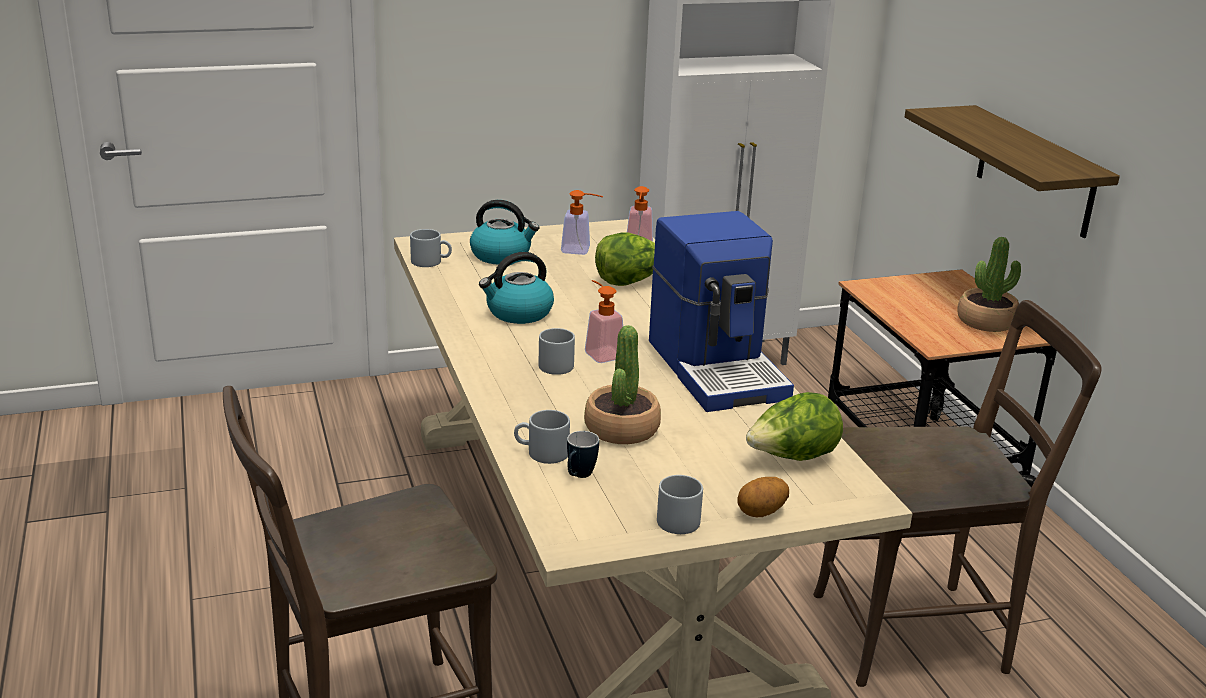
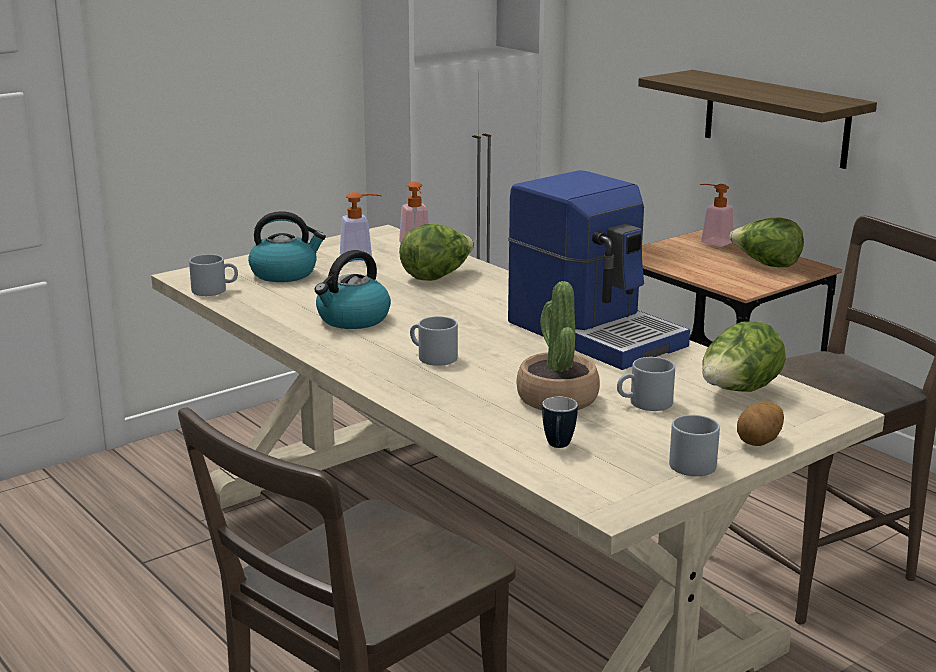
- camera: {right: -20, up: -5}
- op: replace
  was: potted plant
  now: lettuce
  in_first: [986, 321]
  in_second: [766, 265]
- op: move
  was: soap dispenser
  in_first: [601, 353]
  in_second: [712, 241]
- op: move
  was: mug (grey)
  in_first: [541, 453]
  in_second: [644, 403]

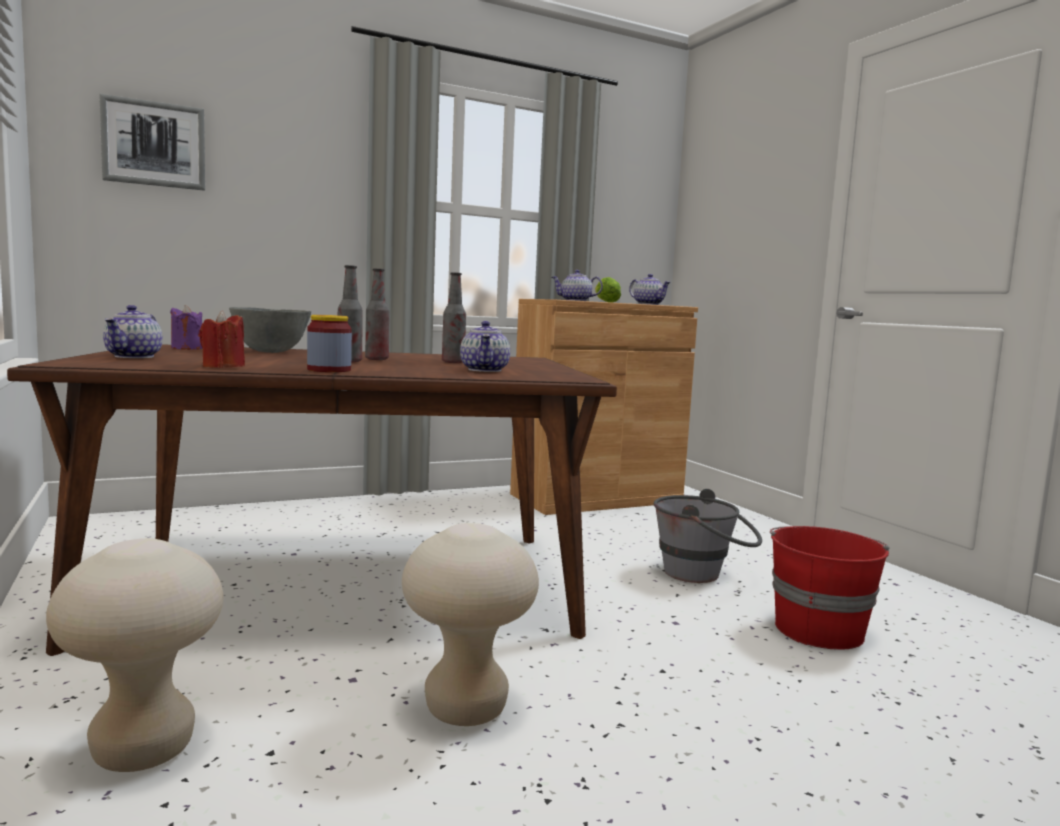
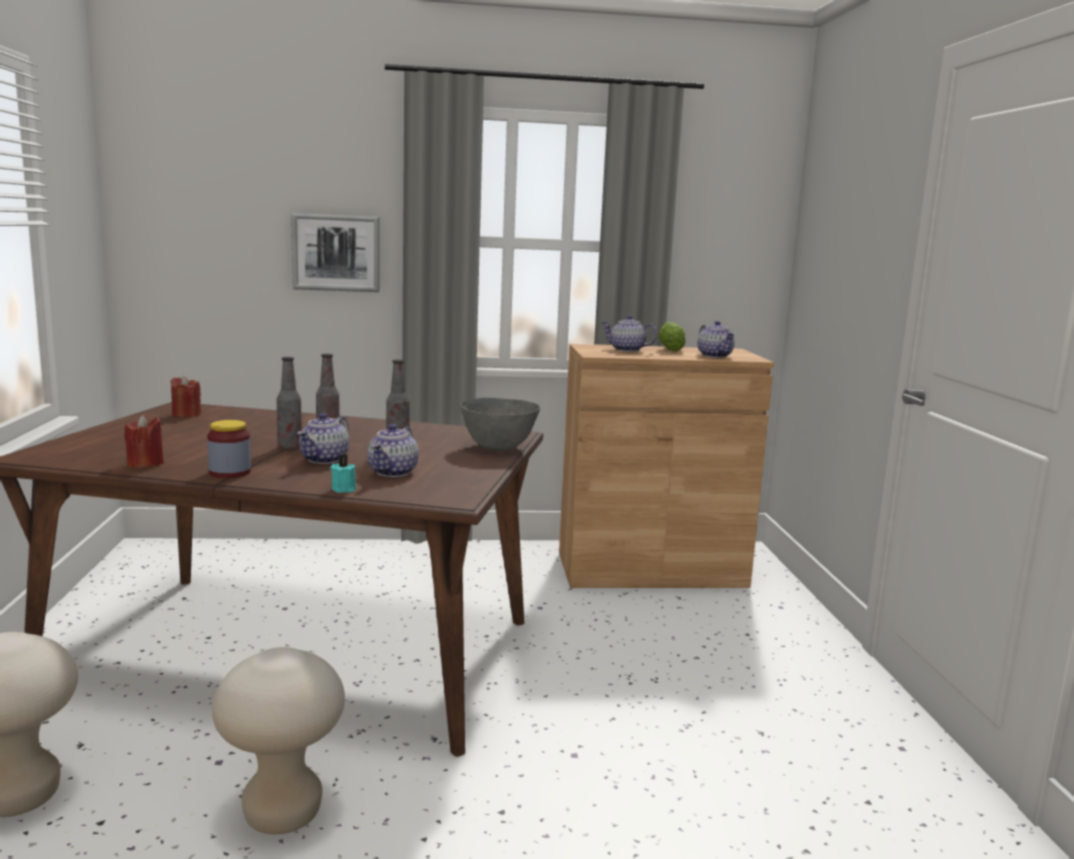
- camera: {right: 20, up: 5}
- op: move
  was: picture
  in_first: [154, 144]
  in_second: [336, 253]
- op: move
  was: teapot
  in_first: [134, 356]
  in_second: [324, 459]
- op: recolor
  was: candle (purple)
  now: candle (red)
  in_first: [187, 348]
  in_second: [186, 414]
- op: move
  was: bowl (grey)
  in_first: [271, 352]
  in_second: [498, 448]
- op: delete
  was: bucket (grey)
  in_first: [703, 575]
- op: delete
  was: bucket (red)
  in_first: [818, 629]
- op: insert
  now: candle (turquoise)
  in_second: [345, 489]

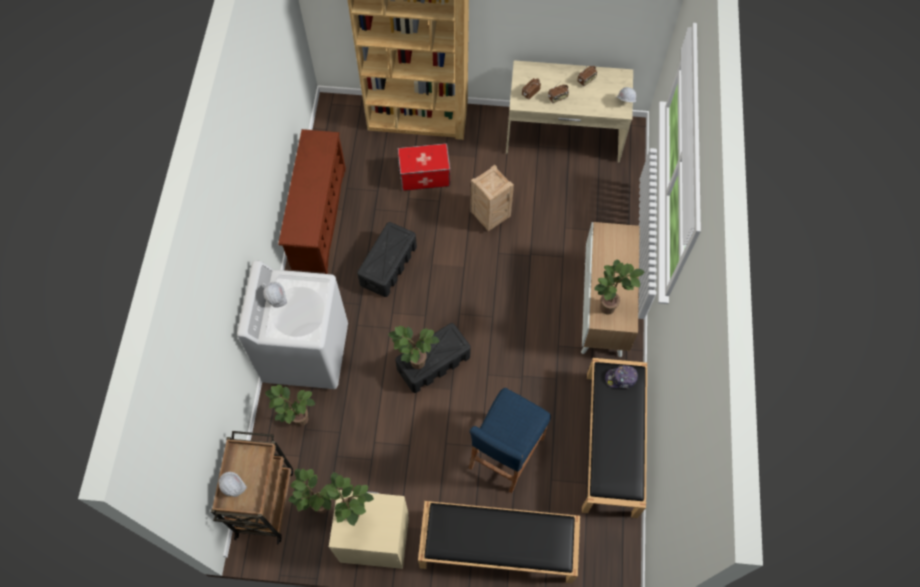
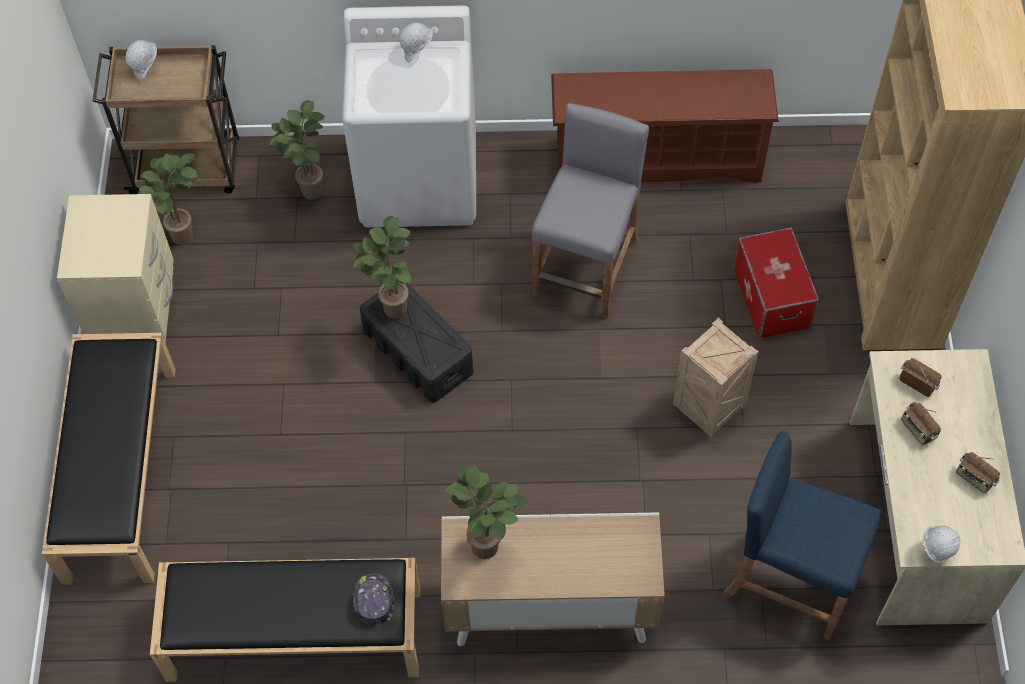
- camera: {right: 85, up: -5}
- op: replace
  was: storage box (black)
  now: stool (grey)
  in_first: [388, 265]
  in_second: [586, 267]
- op: move
  was: stool (blue)
  in_first: [505, 452]
  in_second: [790, 580]
- op: delete
  was: potted plant
  in_first: [355, 513]

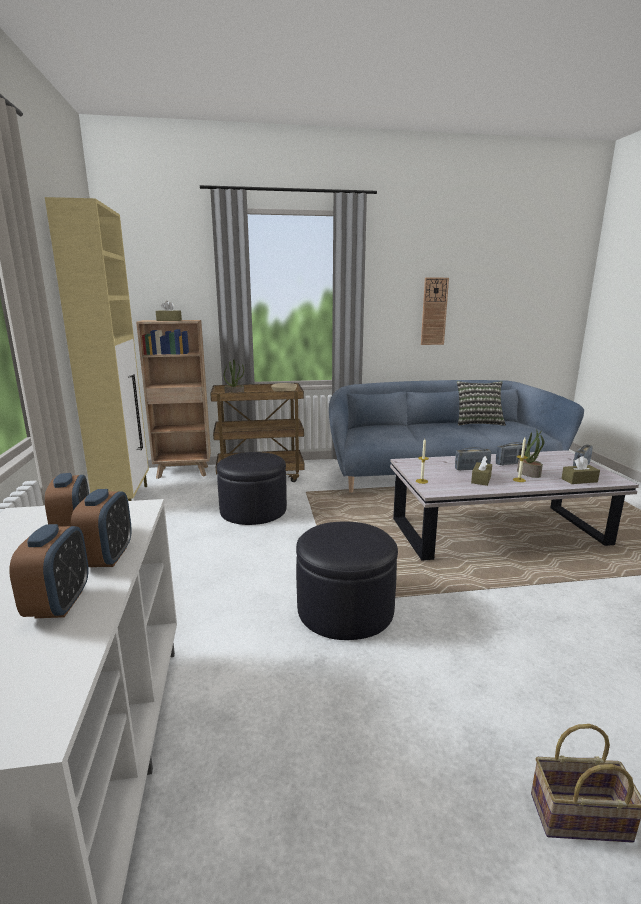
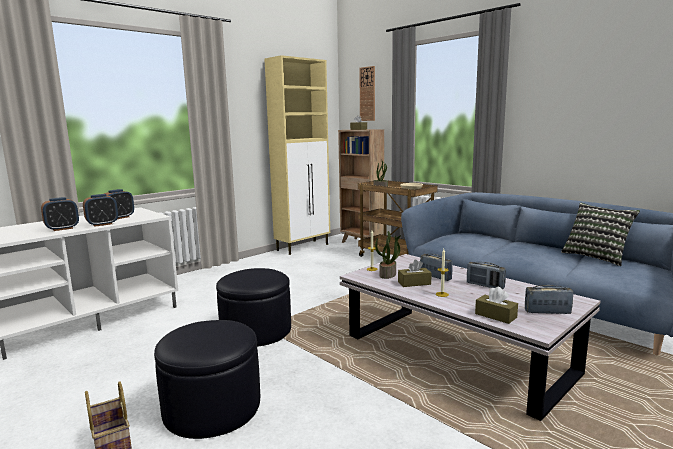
- camera: {right: 55, up: -5}
- op: move
  was: wall clock
  in_first: [434, 311]
  in_second: [367, 94]
- op: move
  was: potted plant
  in_first: [529, 473]
  in_second: [388, 275]
- op: move
  was: ottoman (black)
  in_first: [253, 510]
  in_second: [212, 407]

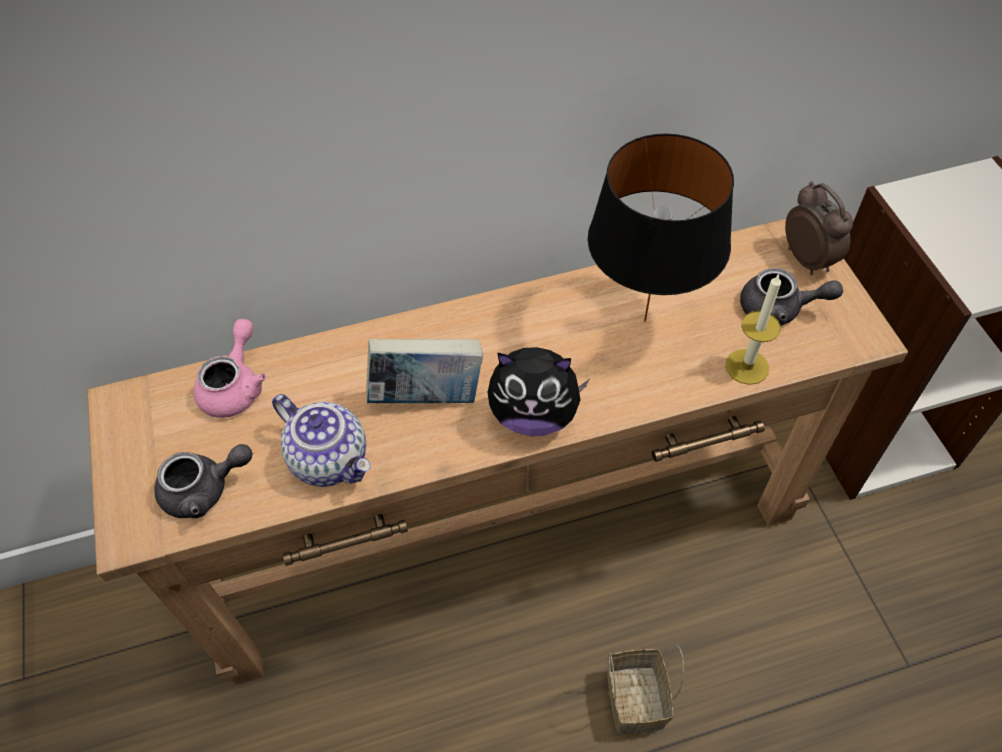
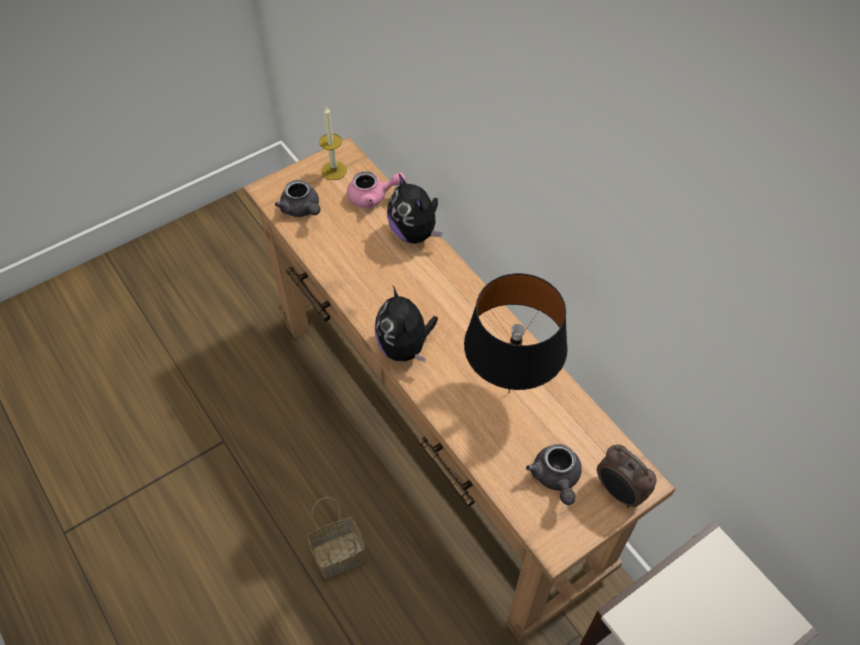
- camera: {right: 70, up: 0}
- op: rotate
  was: alarm clock
  in_first: [808, 259]
  in_second: [619, 492]
  clockwise: 90
- op: move
  was: candle
  in_first: [747, 366]
  in_second: [334, 170]
- op: delete
  was: book
  in_first: [427, 397]
- op: delete
  was: teapot
  in_first: [331, 459]
- op: insert
  now: plush toy
  in_second: [415, 233]

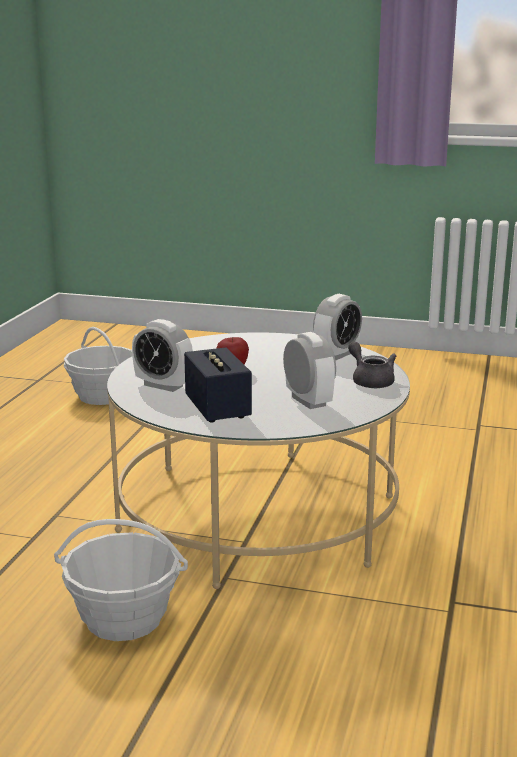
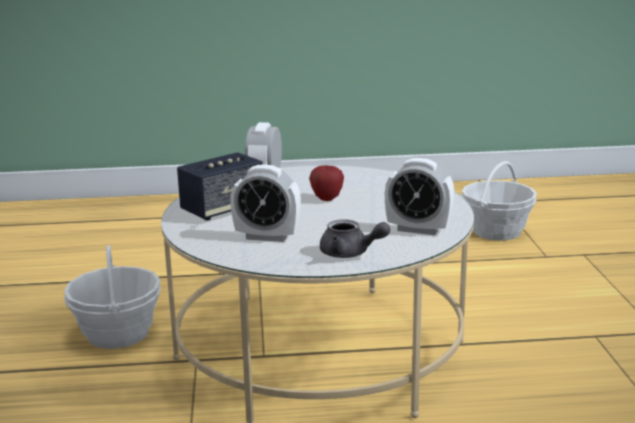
- camera: {right: 70, up: 0}
- op: rotate
  was: alarm clock
  in_first: [308, 401]
  in_second: [267, 237]
  clockwise: 60
- op: rotate
  was: teapot (grey)
  in_first: [370, 381]
  in_second: [350, 254]
  clockwise: 75

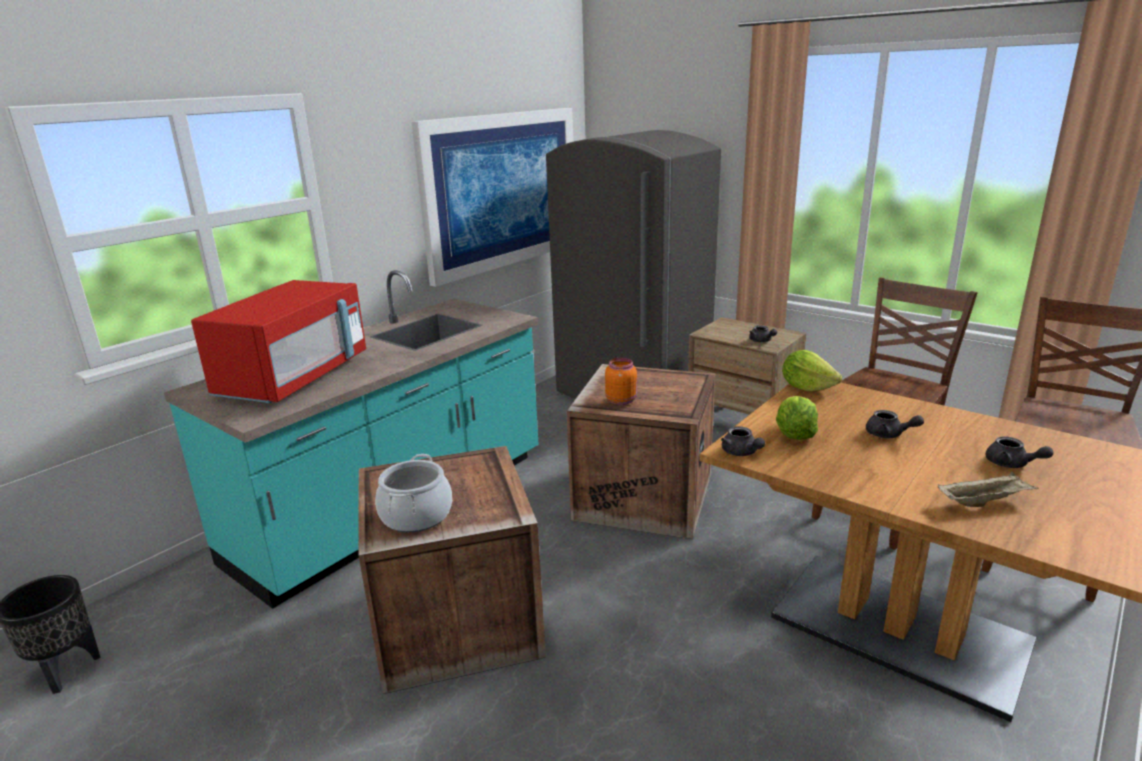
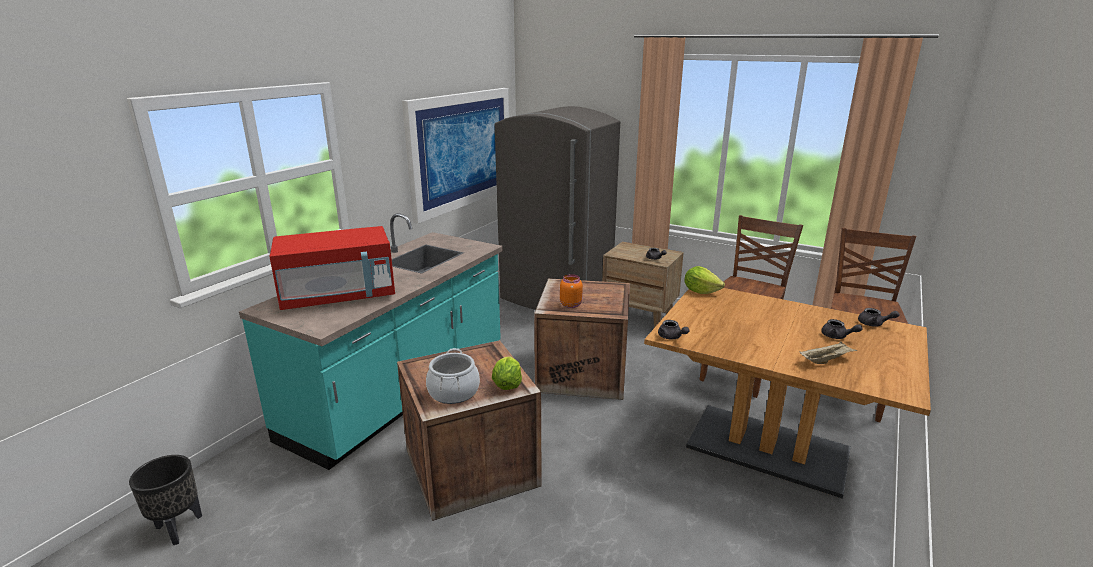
- camera: {right: -10, up: 0}
- op: rotate
  was: microwave (red)
  in_first: [295, 378]
  in_second: [339, 297]
  clockwise: 60
- op: move
  was: lettuce
  in_first: [794, 435]
  in_second: [507, 385]
- op: move
  was: teapot (grey)
  in_first: [889, 435]
  in_second: [874, 324]

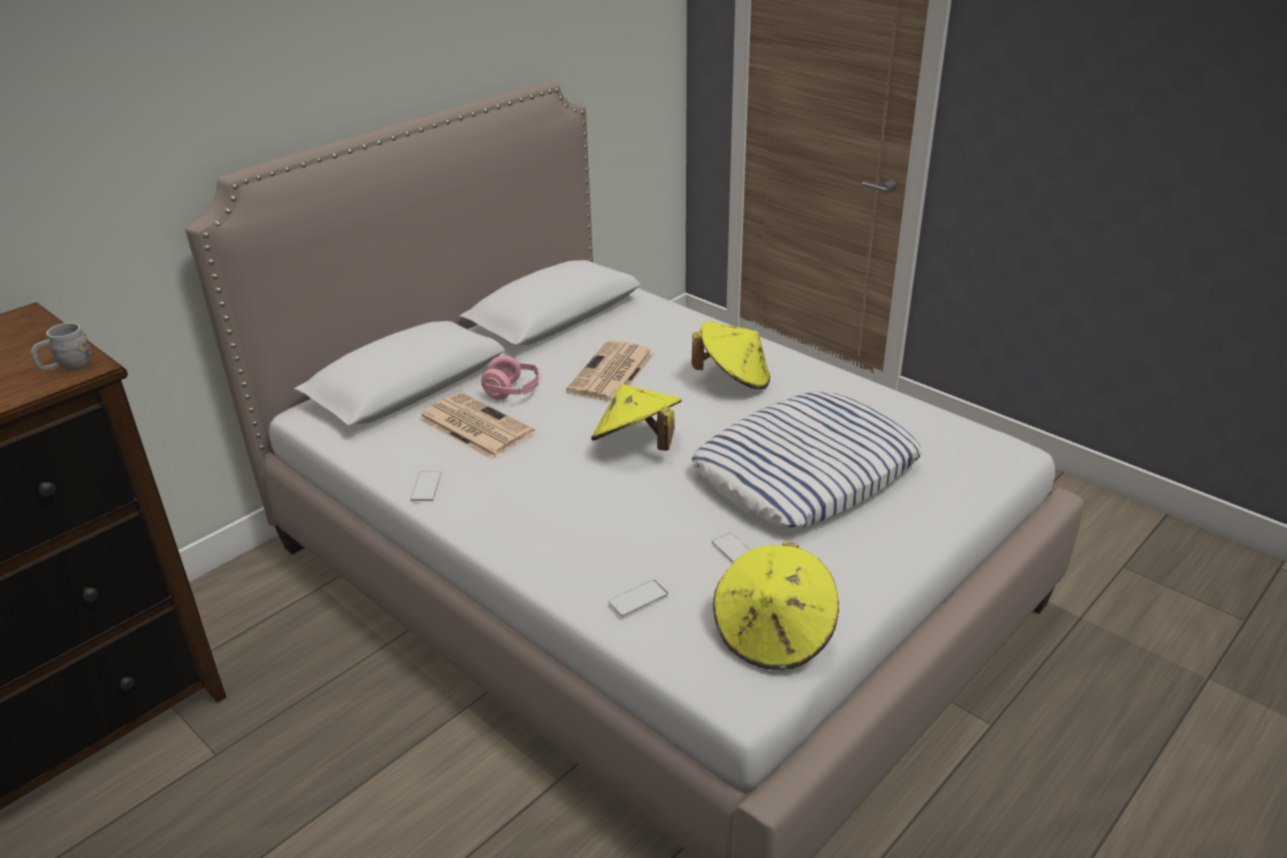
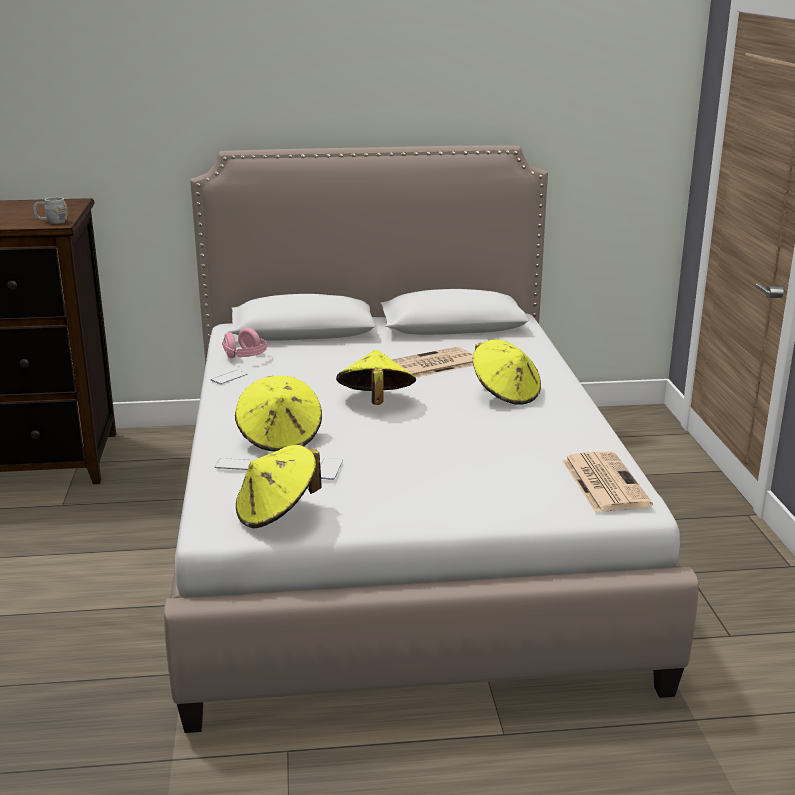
- camera: {right: 40, up: -10}
- op: move
  was: headphones (pink)
  in_first: [513, 392]
  in_second: [245, 357]
- op: delete
  was: pillow
  in_first: [805, 471]
- op: move
  was: newspaper
  in_first: [473, 426]
  in_second: [603, 482]
- op: insert
  now: hat (yellow)
  in_second: [280, 437]

